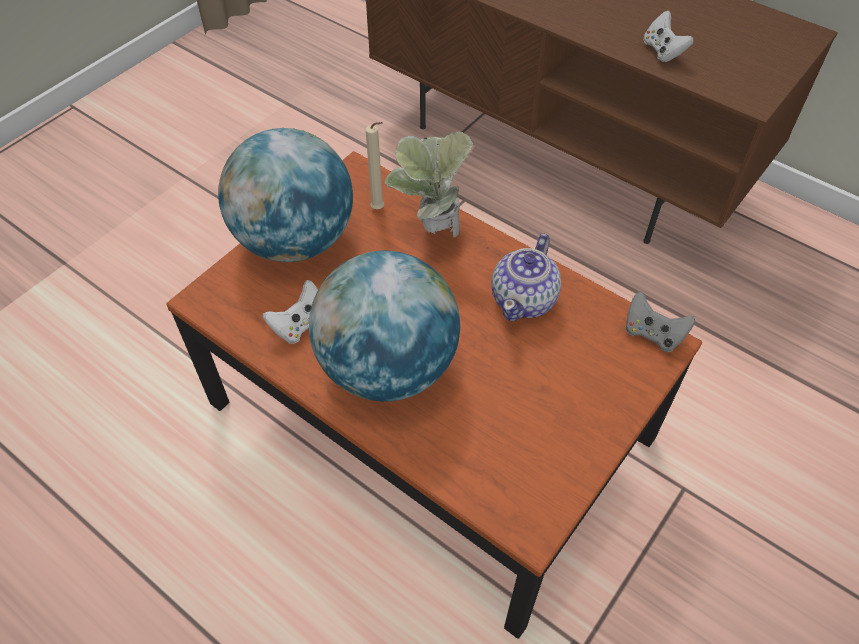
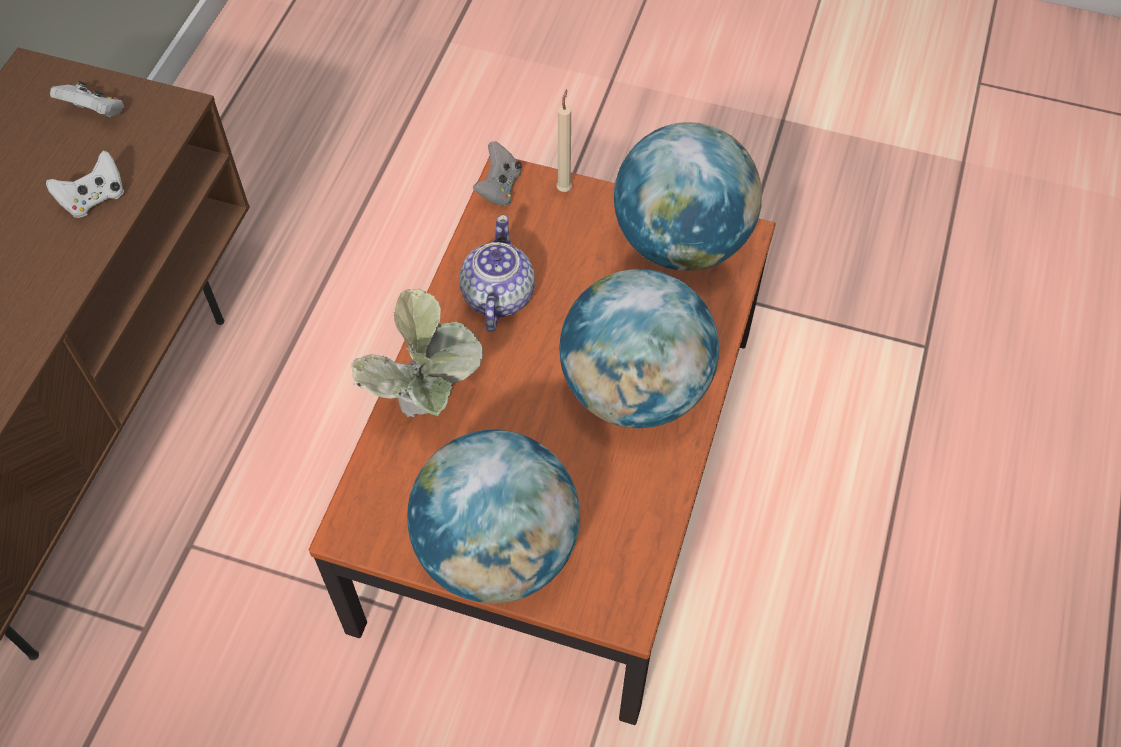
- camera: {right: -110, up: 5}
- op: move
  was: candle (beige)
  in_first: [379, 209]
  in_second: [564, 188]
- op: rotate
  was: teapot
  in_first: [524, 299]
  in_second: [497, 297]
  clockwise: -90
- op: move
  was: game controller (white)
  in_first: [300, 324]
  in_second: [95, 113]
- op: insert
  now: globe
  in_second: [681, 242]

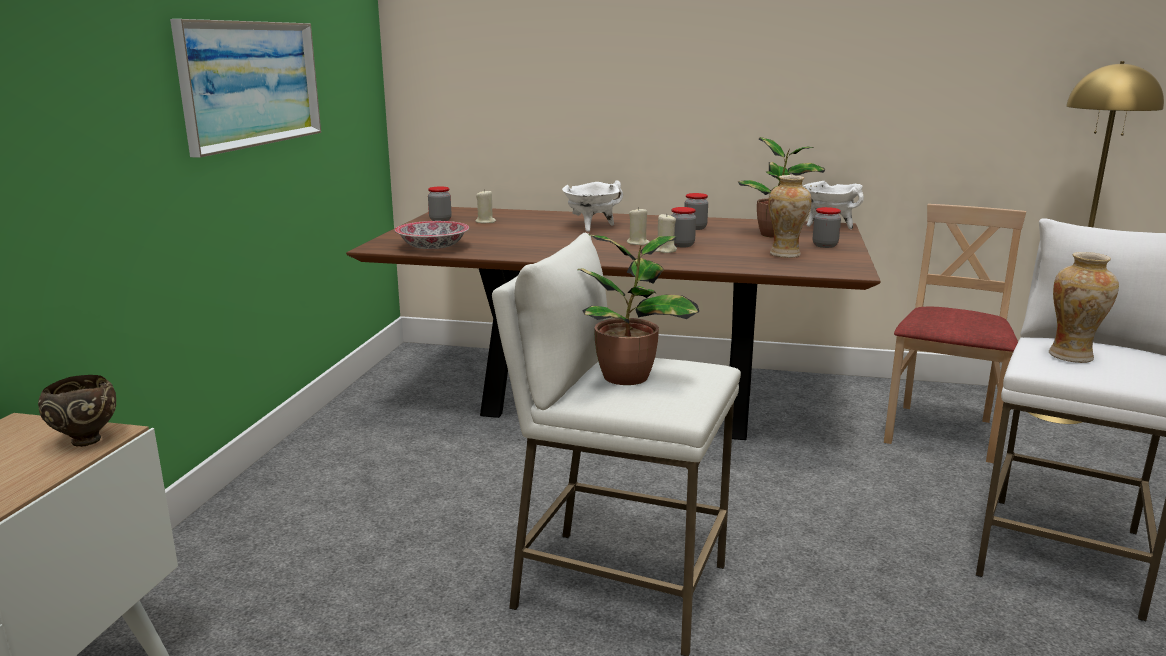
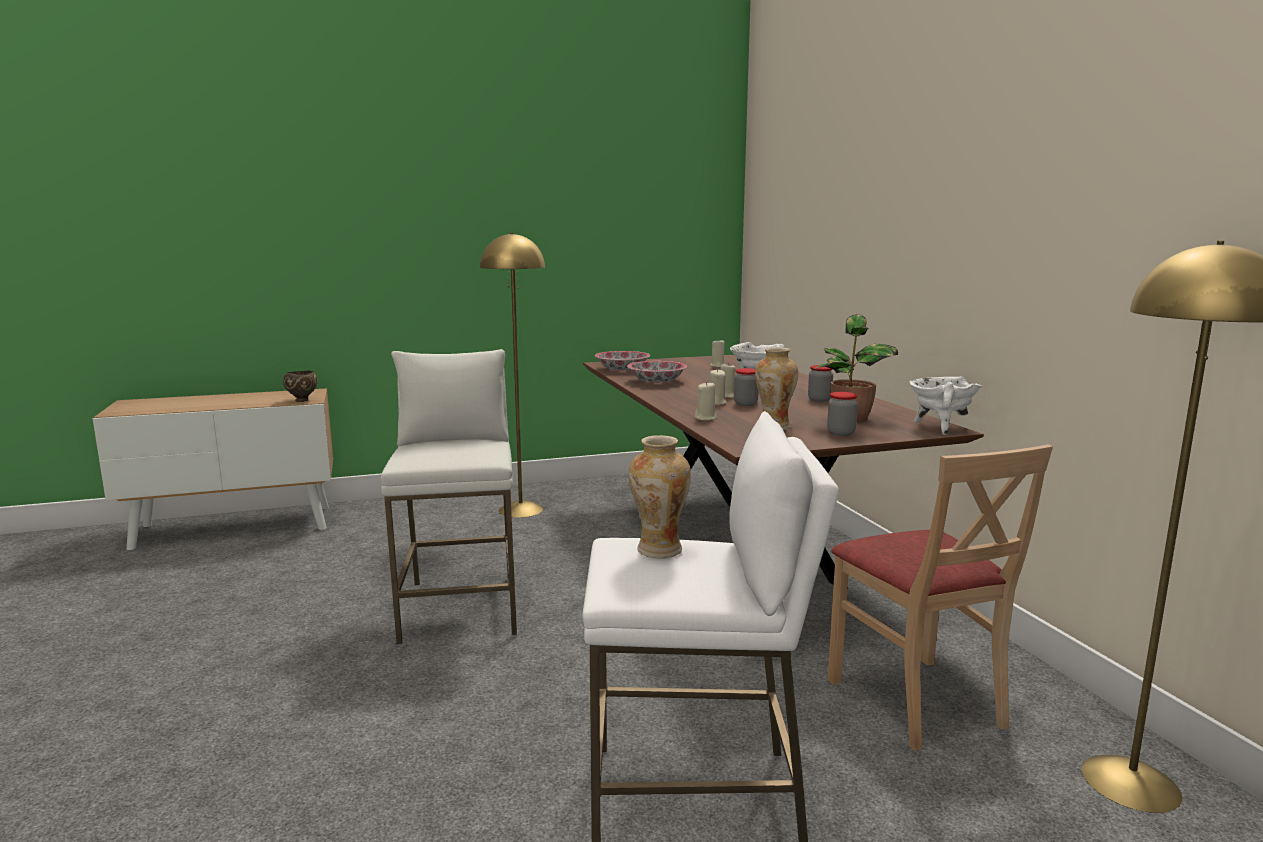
- camera: {right: 60, up: -5}
- op: delete
  was: picture
  in_first: [251, 83]
- op: delete
  was: jar
  in_first: [440, 220]
- op: rotate
  was: chair (beige)
  in_first: [942, 432]
  in_second: [916, 701]
  clockwise: 75
- op: delete
  was: potted plant
  in_first: [628, 376]
- op: insert
  now: floor lamp (yellow)
  in_second: [521, 509]
- op: insert
  now: bowl
  in_second: [656, 381]
- op: insert
  now: candle (beige)
  in_second: [706, 418]

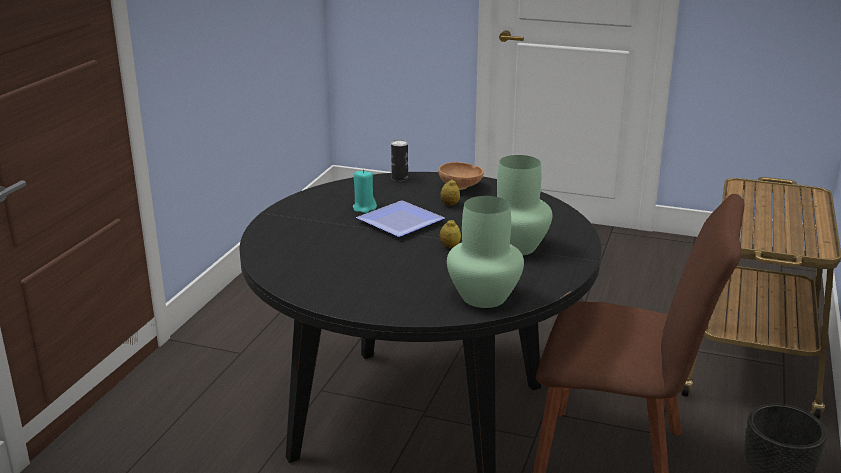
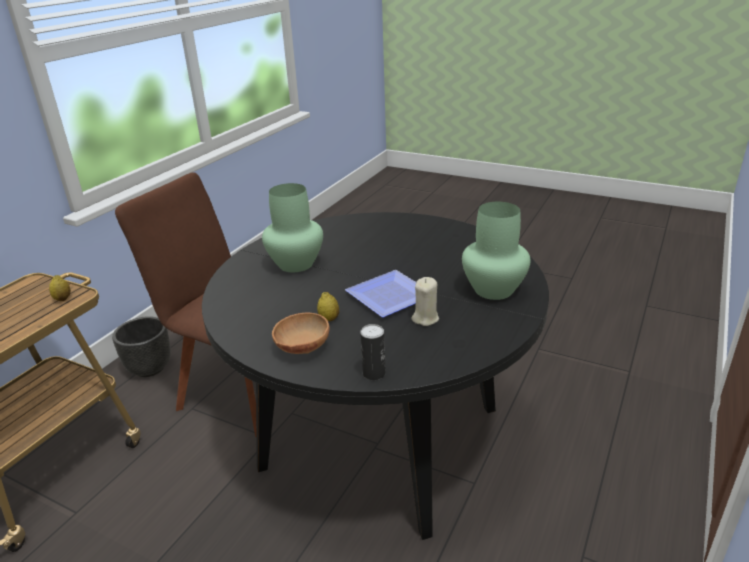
- camera: {right: -170, up: 5}
- op: recolor
  was: candle (turquoise)
  now: candle (beige)
  in_first: [364, 208]
  in_second: [425, 318]
- op: move
  was: vase (green)
  in_first: [483, 298]
  in_second: [494, 289]
- op: move
  was: lemon
  in_first: [450, 246]
  in_second: [63, 299]

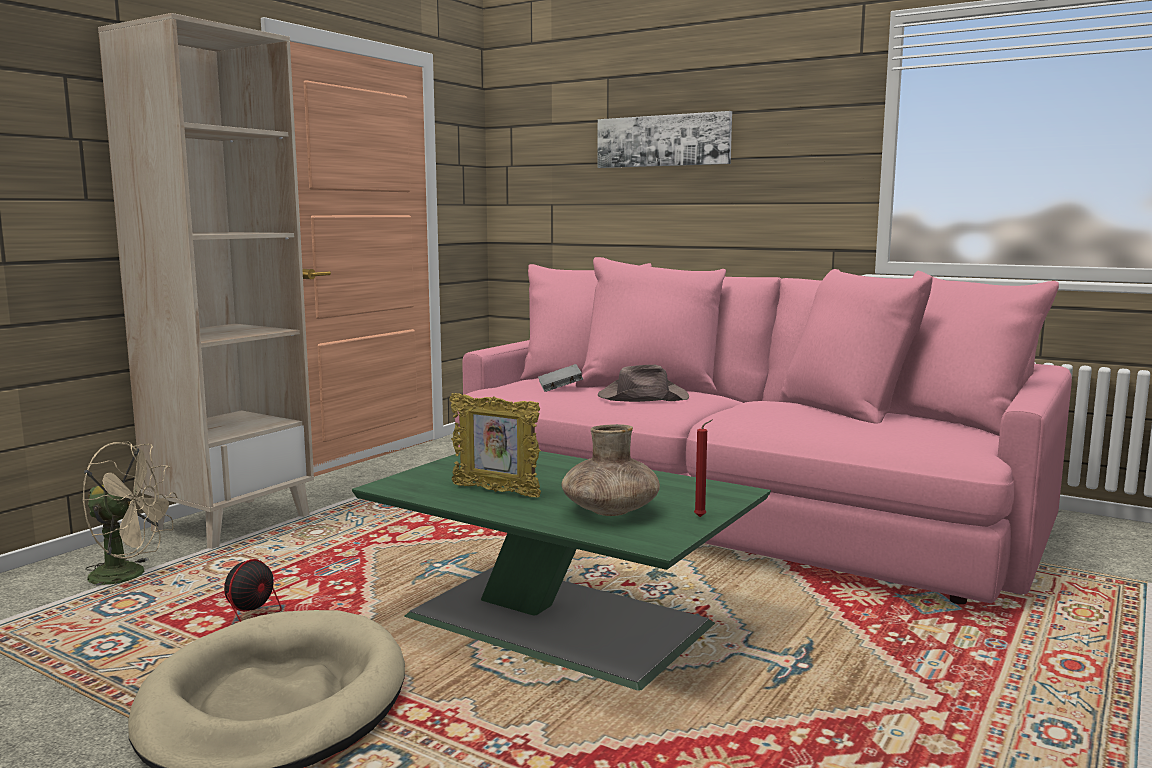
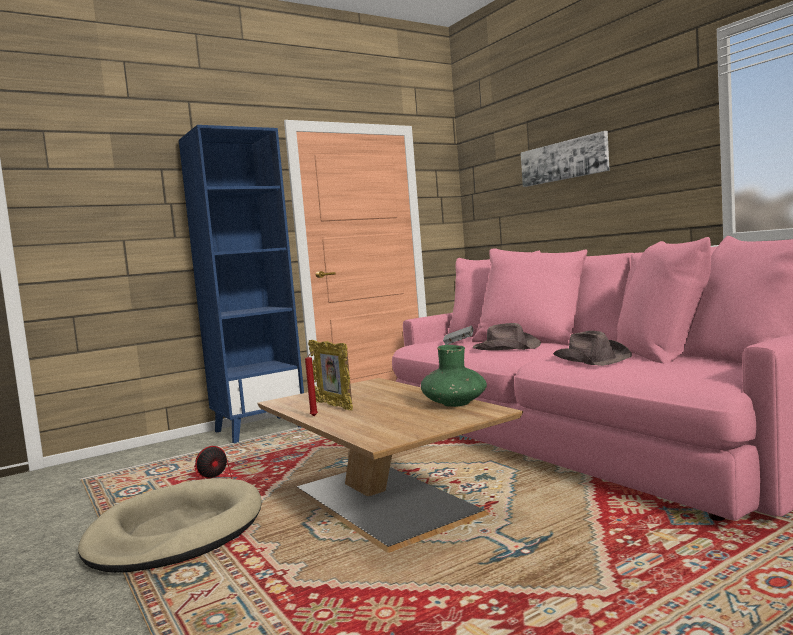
- camera: {right: 25, up: -5}
- op: recolor
  was: bookcase (beige)
  now: bookcase (blue)
  in_first: [232, 522]
  in_second: [259, 429]
- op: move
  was: candle (red)
  in_first: [702, 517]
  in_second: [315, 416]
- op: delete
  was: vase (brown)
  in_first: [610, 511]
- op: delete
  was: fan (beige)
  in_first: [130, 575]
- op: recolor
  was: coffee table (green)
  now: coffee table (brown)
  in_first: [563, 622]
  in_second: [386, 503]
- op: insert
  now: hat (brown)
  in_second: [591, 359]
- op: insert
  now: vase (green)
  in_second: [454, 403]

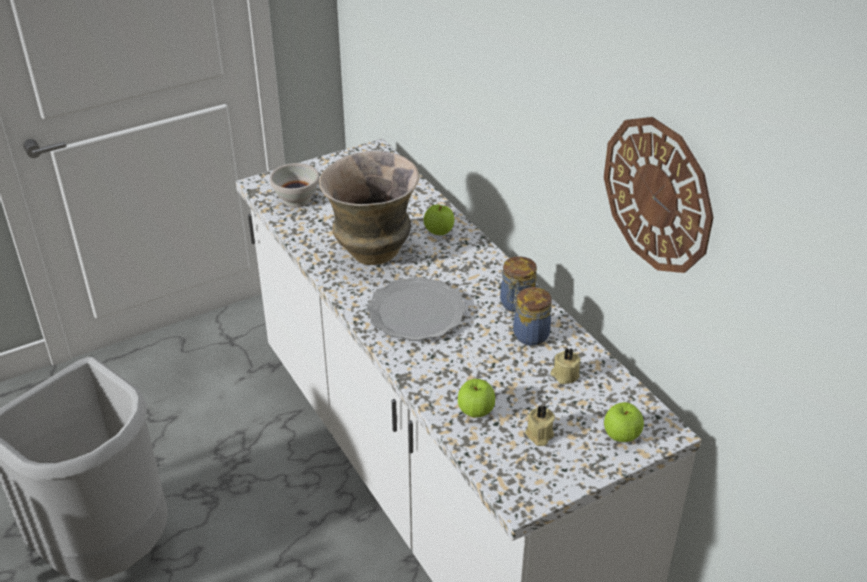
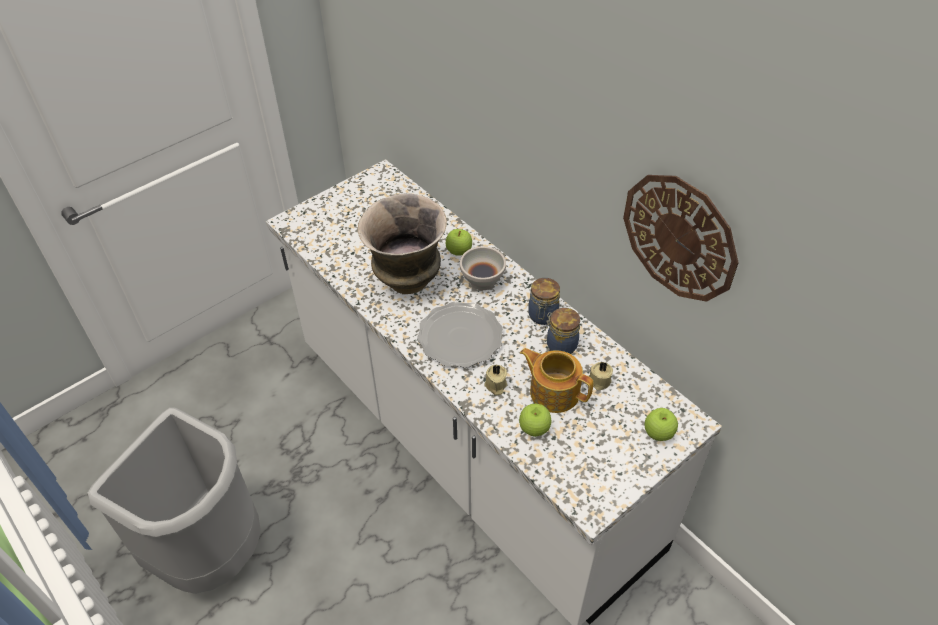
- camera: {right: -10, up: 10}
- op: move
  was: bowl (white)
  in_first: [296, 200]
  in_second: [483, 281]
- op: move
  was: candle (beige)
  in_first: [539, 435]
  in_second: [495, 386]
- op: insert
  now: teapot
  in_second: [553, 391]

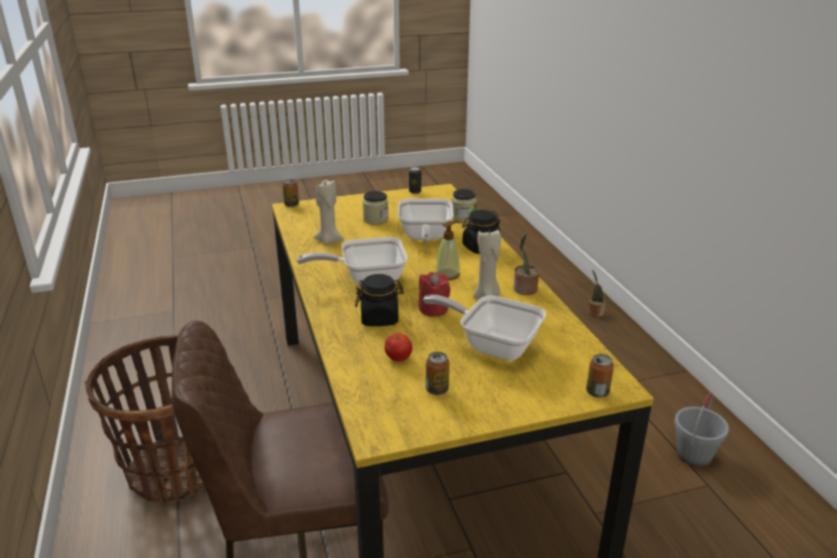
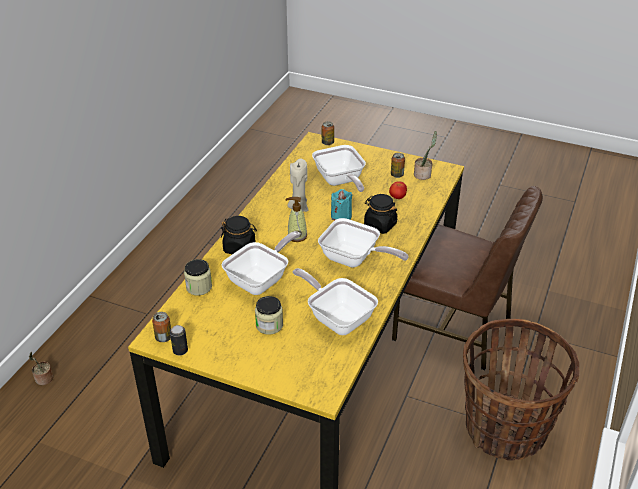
- camera: {right: -140, up: 10}
- op: move
  was: can
  in_first: [291, 205]
  in_second: [163, 337]
- op: replace
  was: candle (beige)
  now: frying pan
  in_first: [329, 240]
  in_second: [337, 318]
- op: move
  was: potted plant
  in_first: [524, 290]
  in_second: [423, 174]
- op: recolor
  was: candle (red)
  now: candle (turquoise)
  in_first: [433, 309]
  in_second: [341, 216]
- op: delete
  was: bucket (grey)
  in_first: [693, 455]

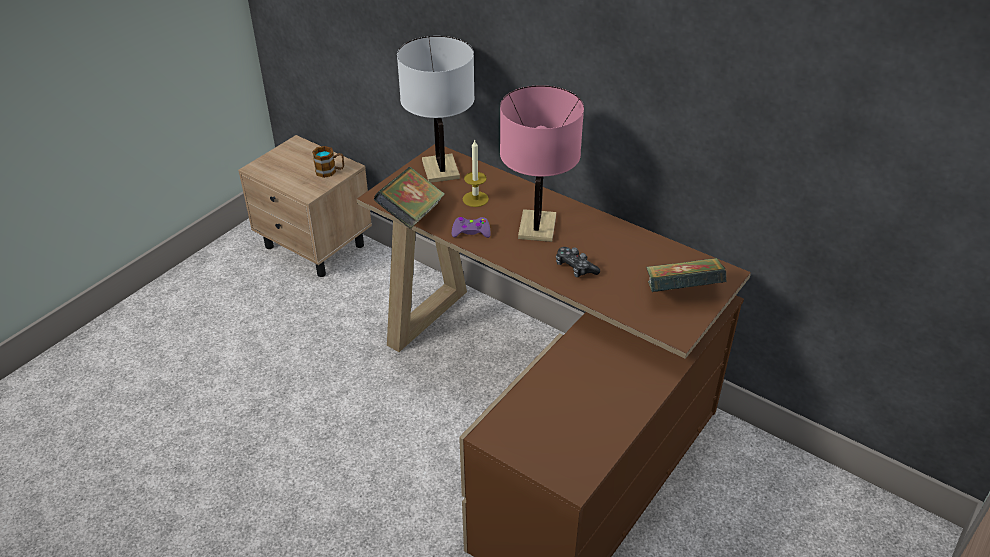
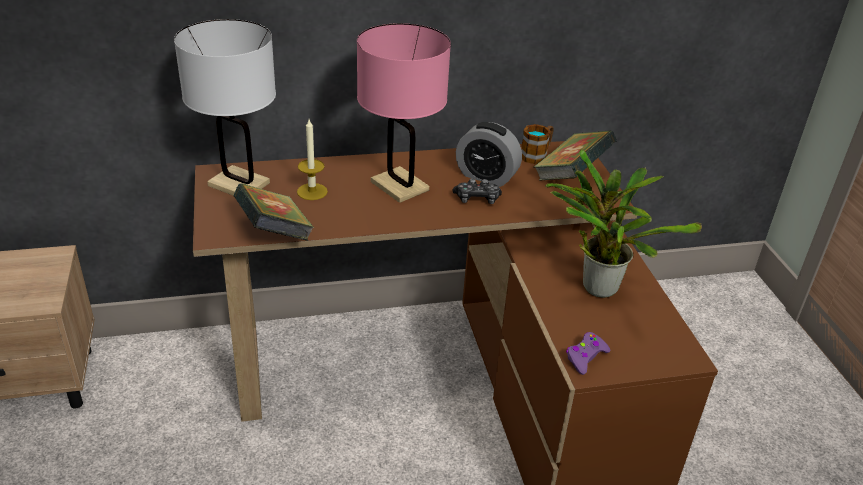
- camera: {right: -50, up: -5}
- op: move
  was: mug
  in_first: [330, 171]
  in_second: [537, 155]
- op: move
  was: game controller (purple)
  in_first: [471, 232]
  in_second: [585, 357]
- op: insert
  now: alarm clock
  in_second: [486, 176]
- op: insert
  now: potted plant
  in_second: [597, 285]

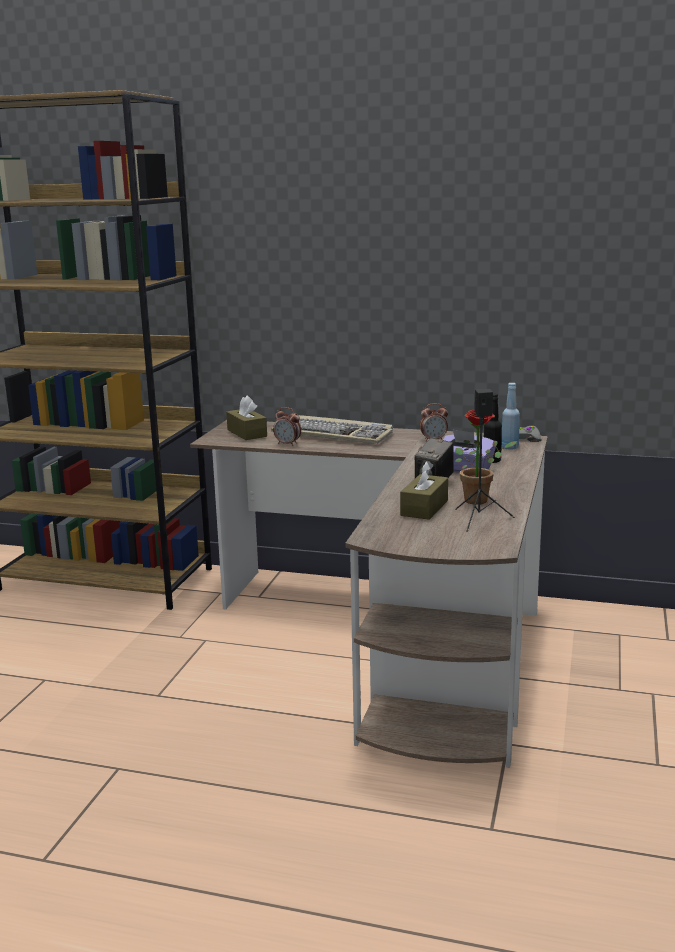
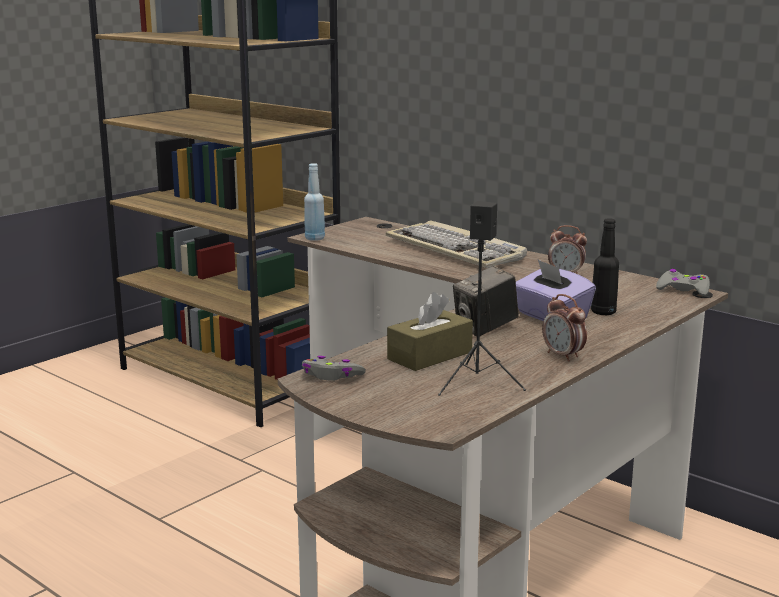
- camera: {right: 25, up: 0}
- op: move
  was: bottle (blue)
  in_first: [509, 447]
  in_second: [315, 238]
- op: delete
  was: tissue box (brown)
  in_first: [247, 433]
- op: move
  was: alarm clock
  in_first: [288, 444]
  in_second: [563, 356]
- op: delete
  was: potted plant
  in_first: [480, 500]
- op: insert
  now: game controller (grey)
  in_second: [331, 376]

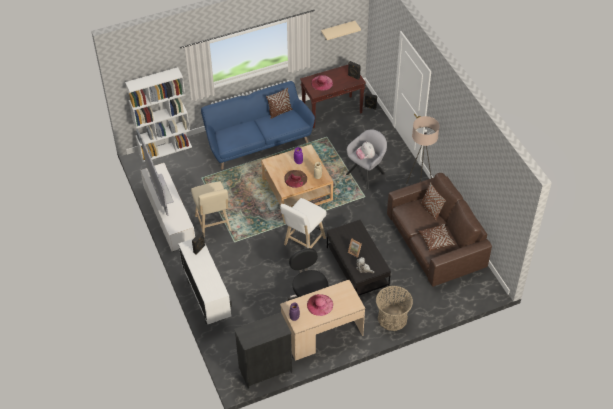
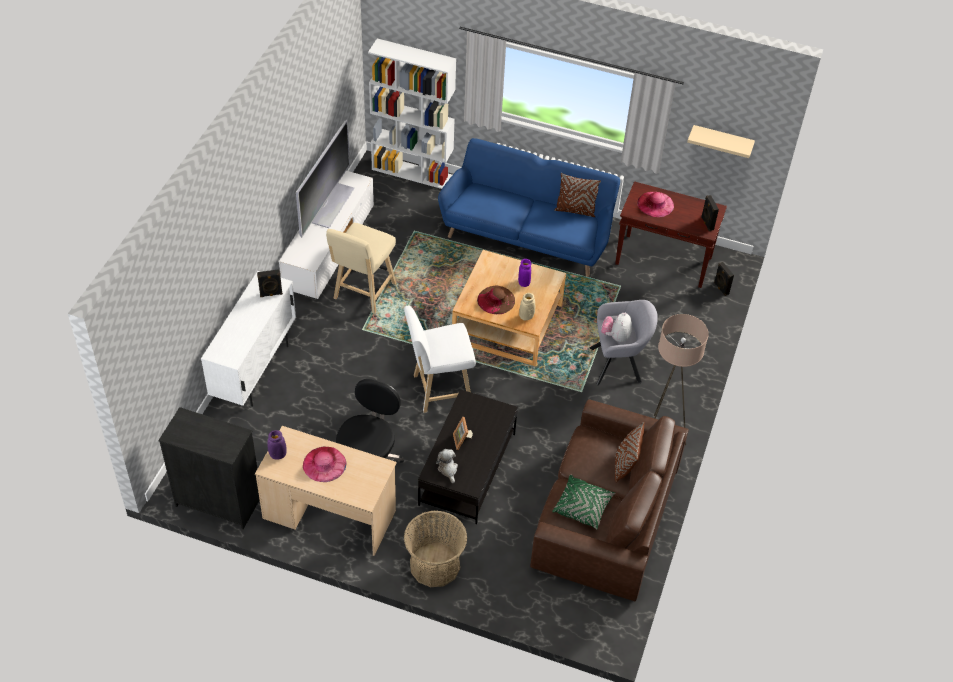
- camera: {right: 40, up: 0}
- op: recolor
  was: pillow (brown)
  now: pillow (green)
  in_first: [436, 240]
  in_second: [583, 507]

